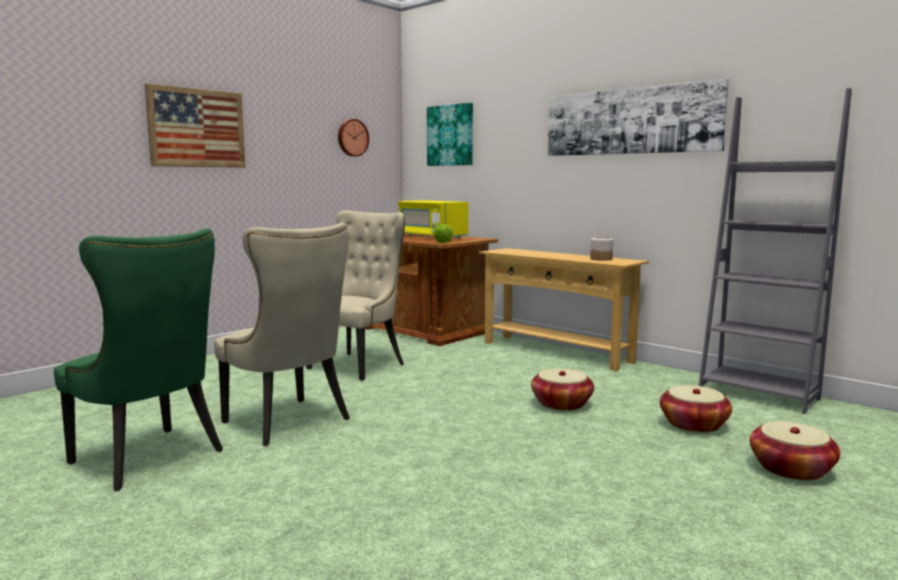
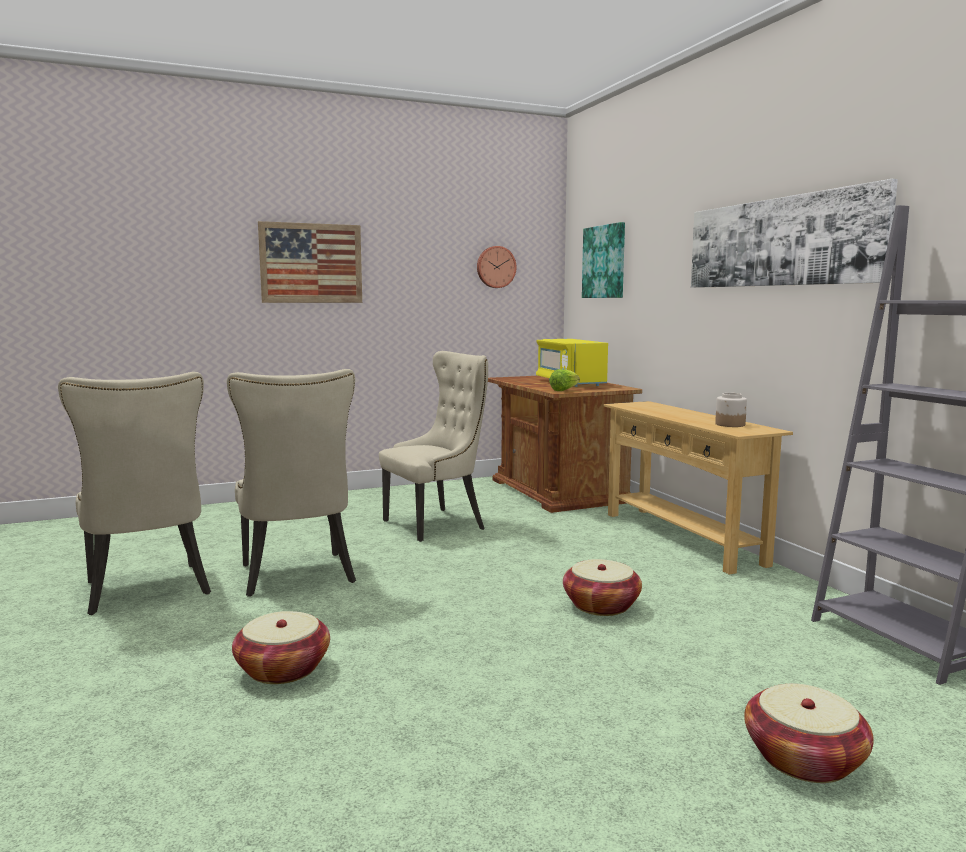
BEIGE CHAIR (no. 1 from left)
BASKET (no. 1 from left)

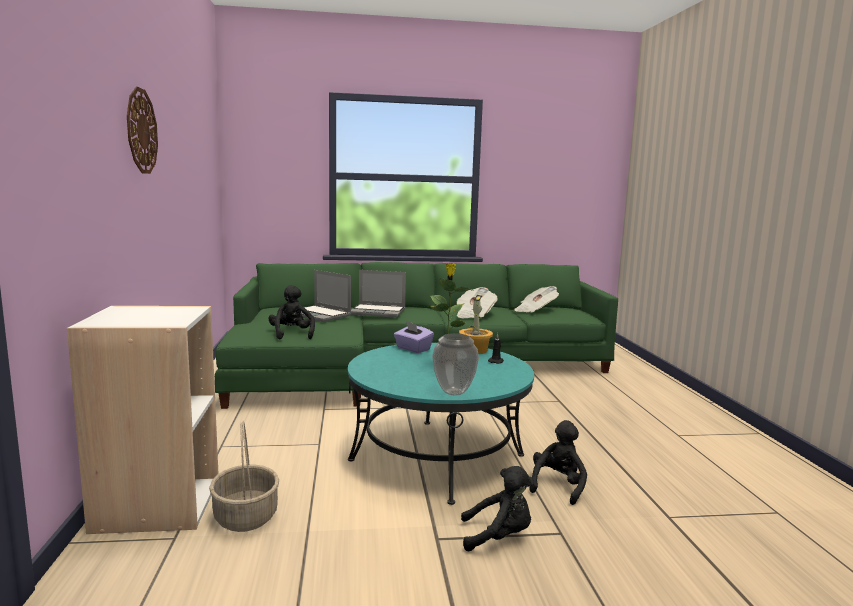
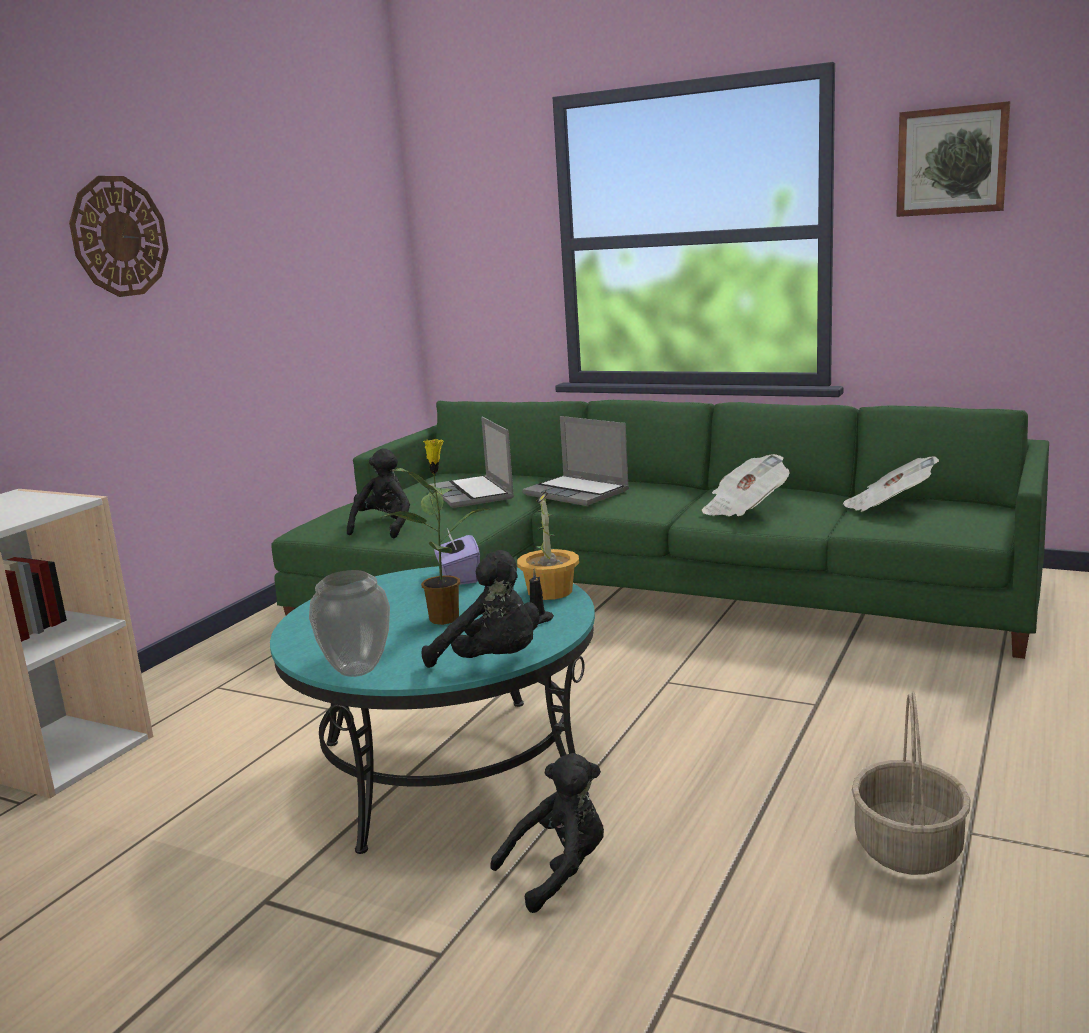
BLACK PLUSH TOY (no. 2 from left)
BASKET
PICTURE

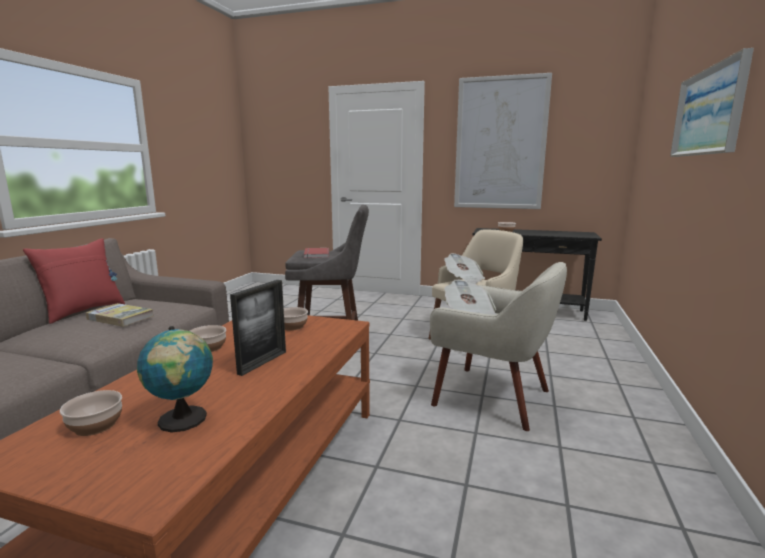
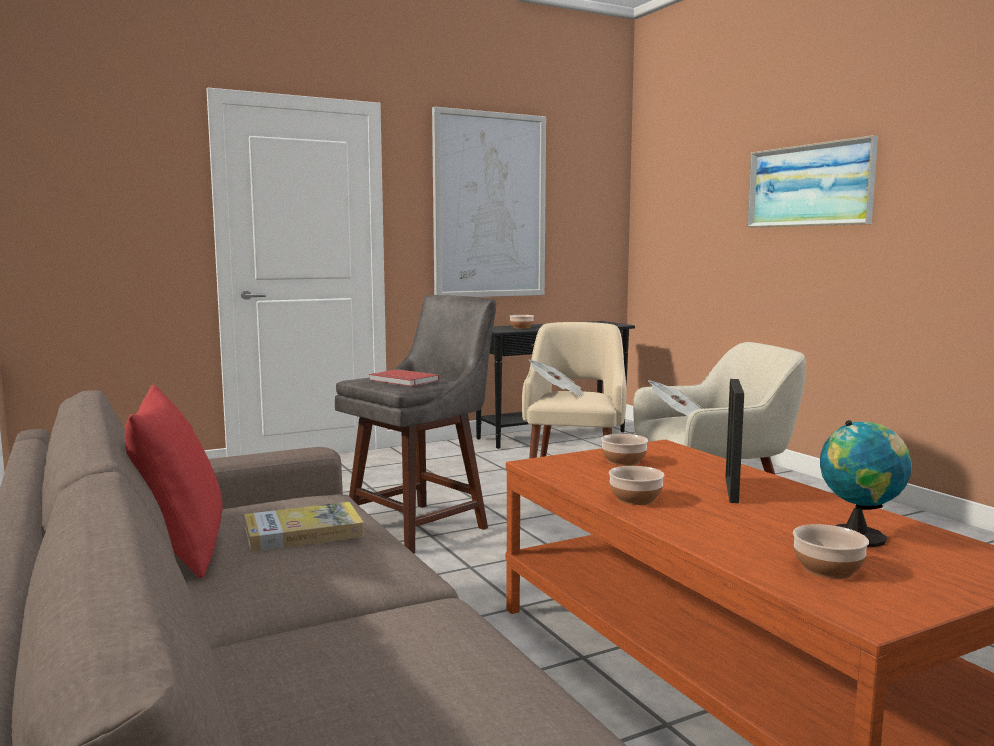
PICTURE FRAME

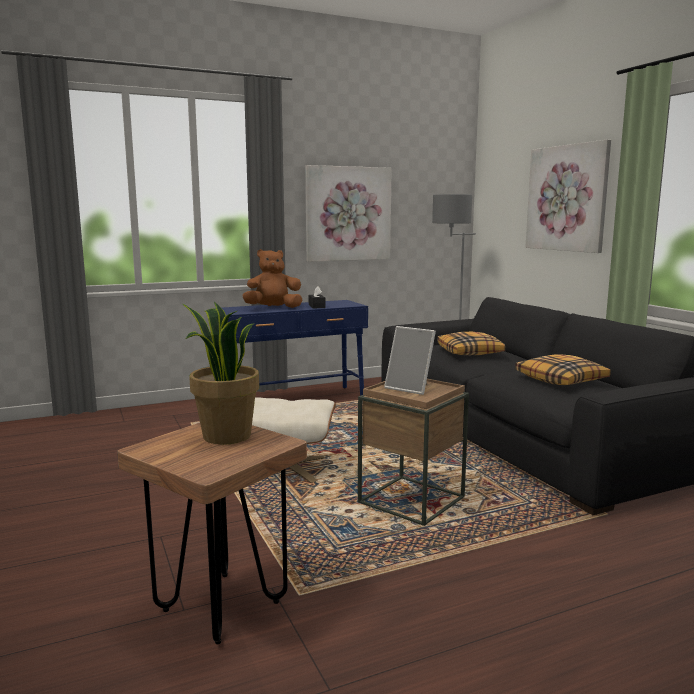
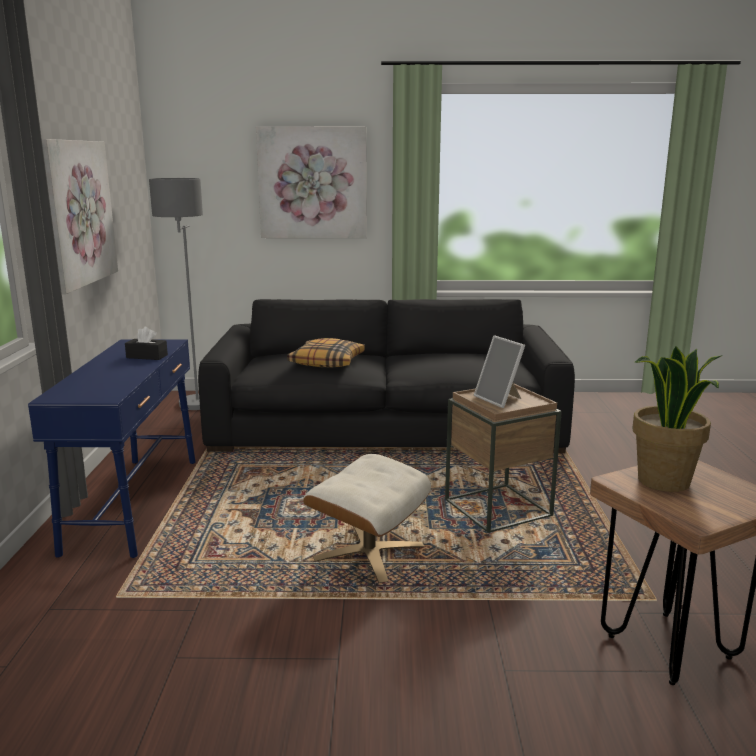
PICTURE FRAME
BROWN PLUSH TOY
PILLOW (no. 2 from left in the first image)

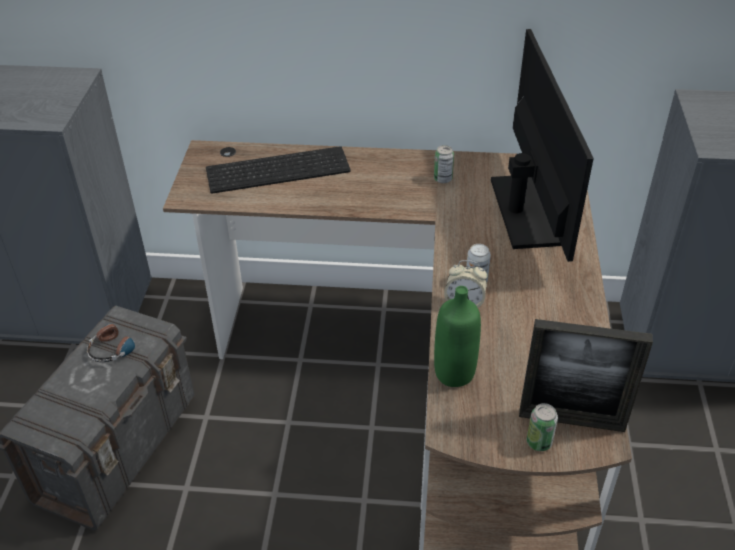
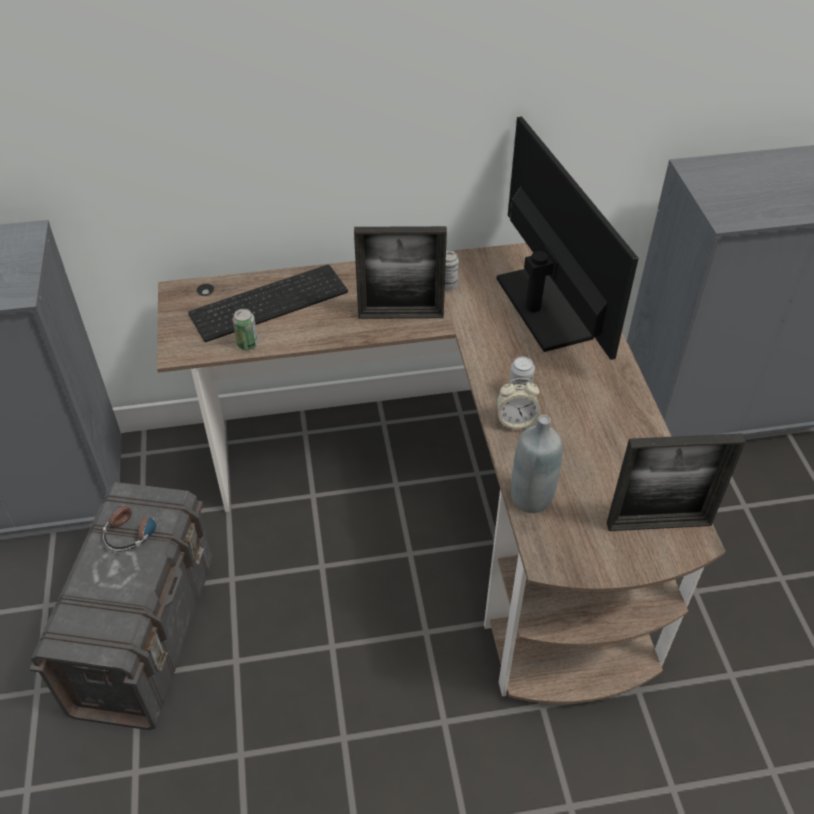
CAN (no. 1 from left)
PICTURE FRAME (no. 1 from left)
GREY BOTTLE

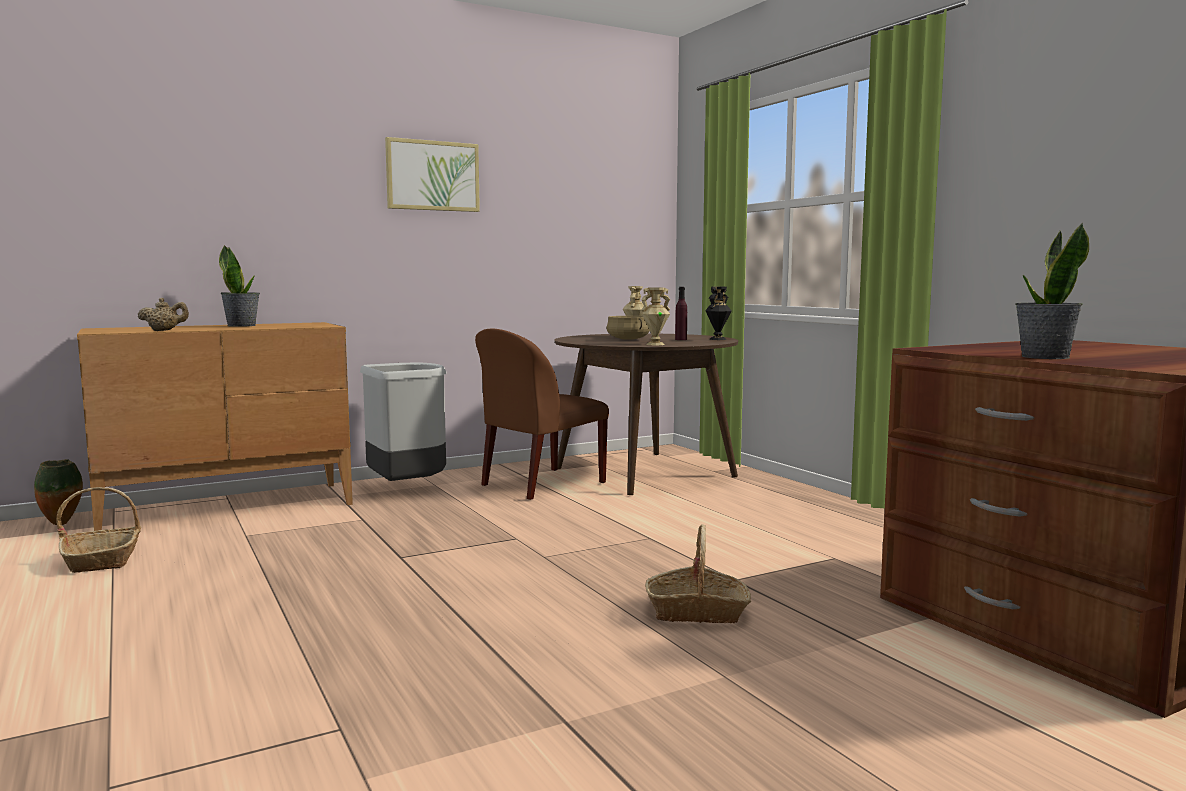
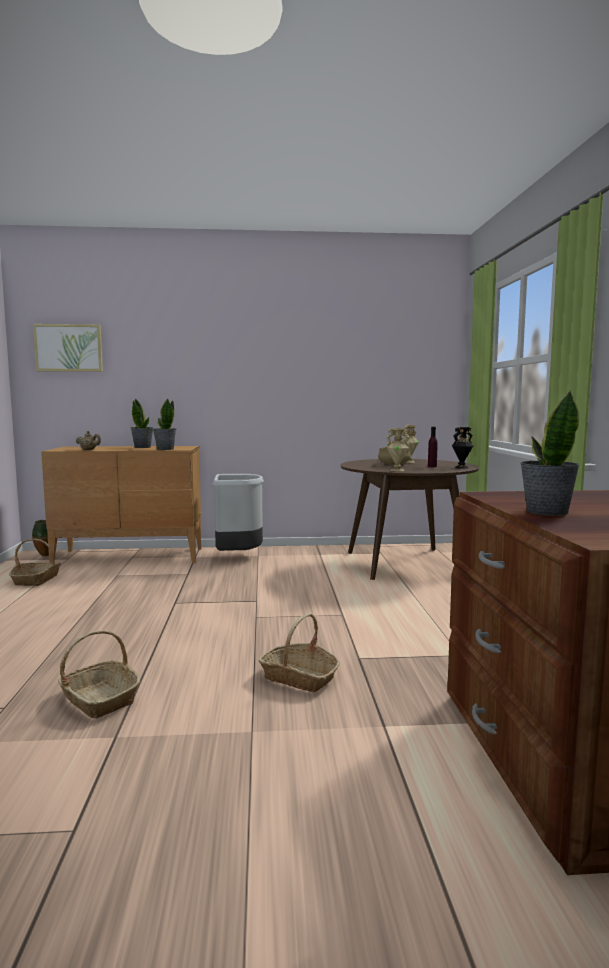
PICTURE
BASKET (no. 2 from left)
POTTED PLANT (no. 2 from left)
BROWN CHAIR

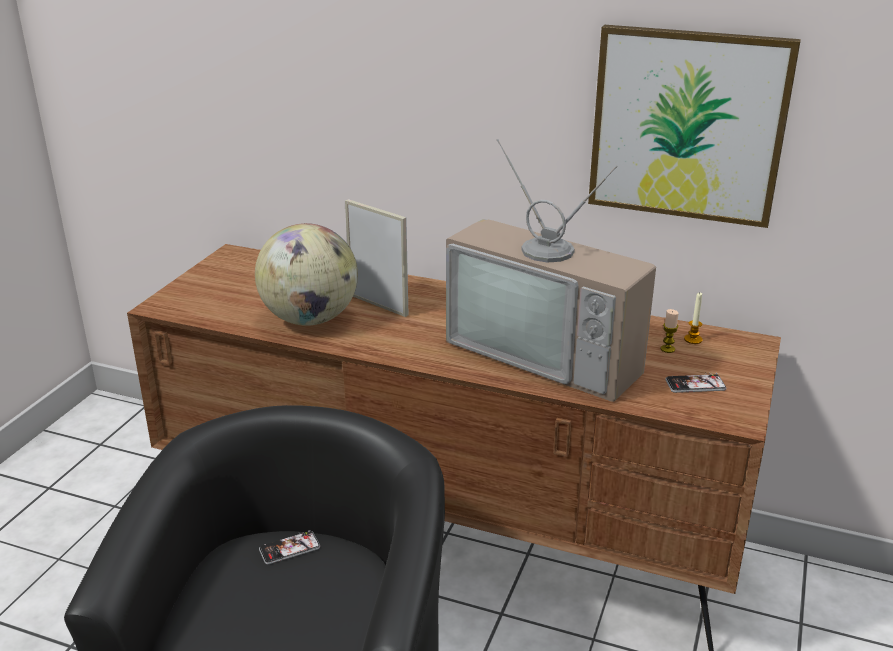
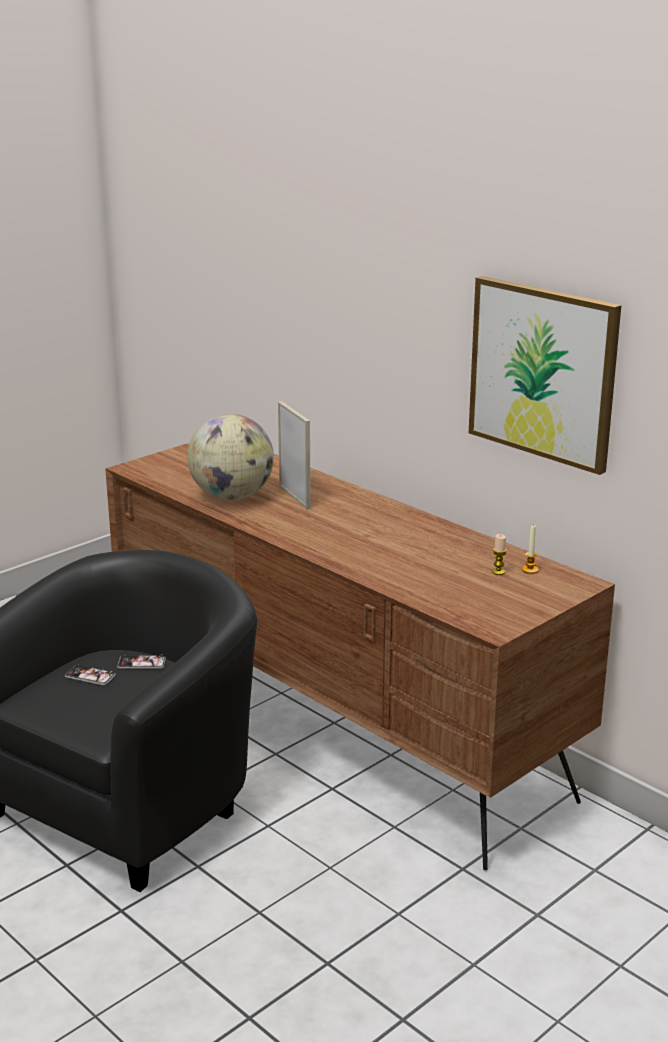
PHONE (no. 1 from left)
TELEVISION

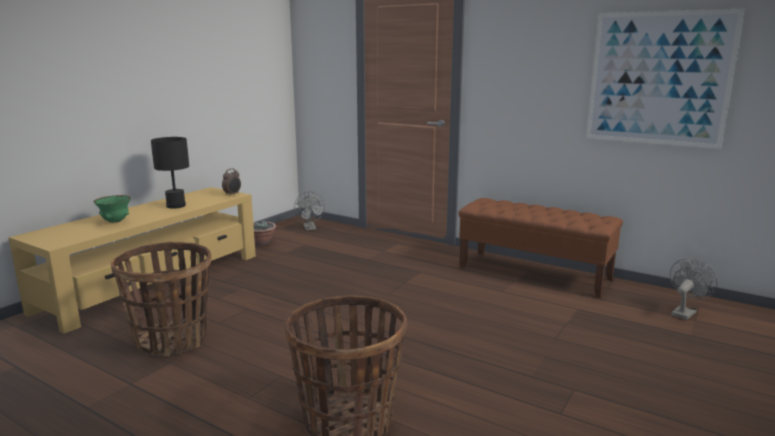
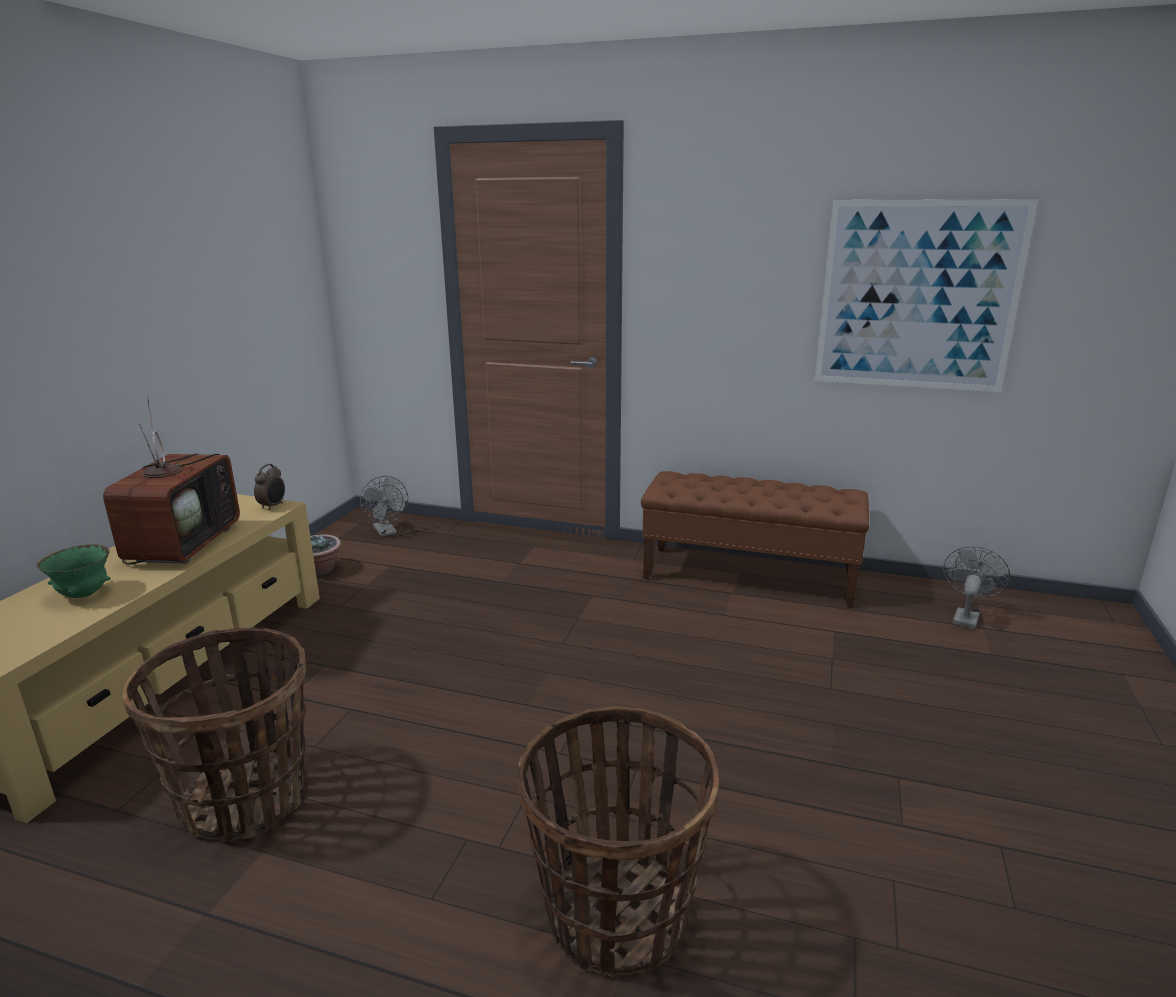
TELEVISION

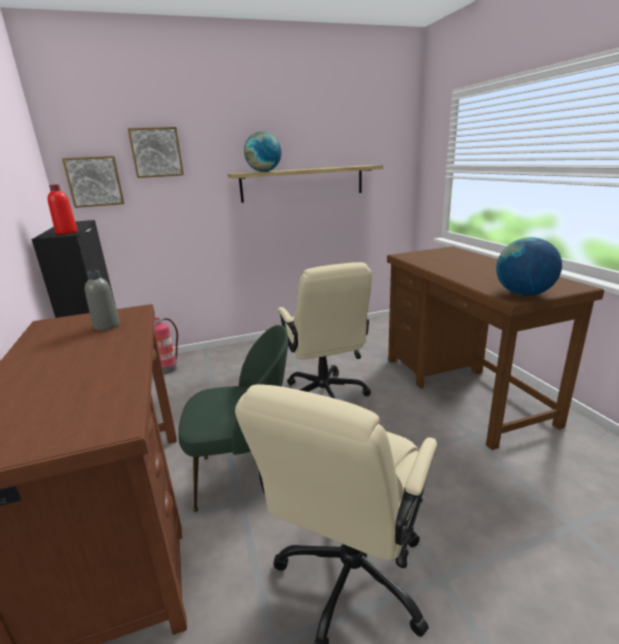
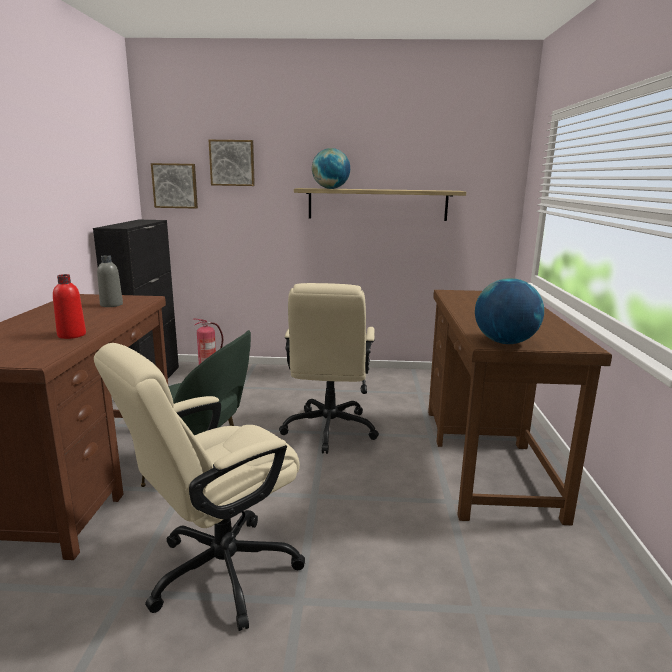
RED BOTTLE

